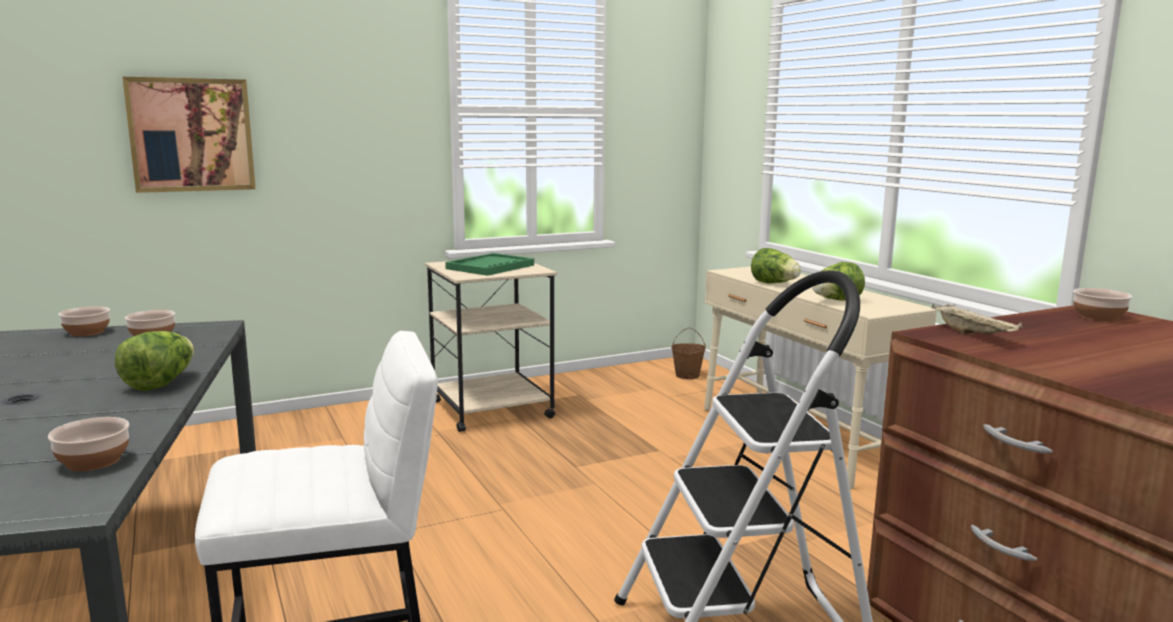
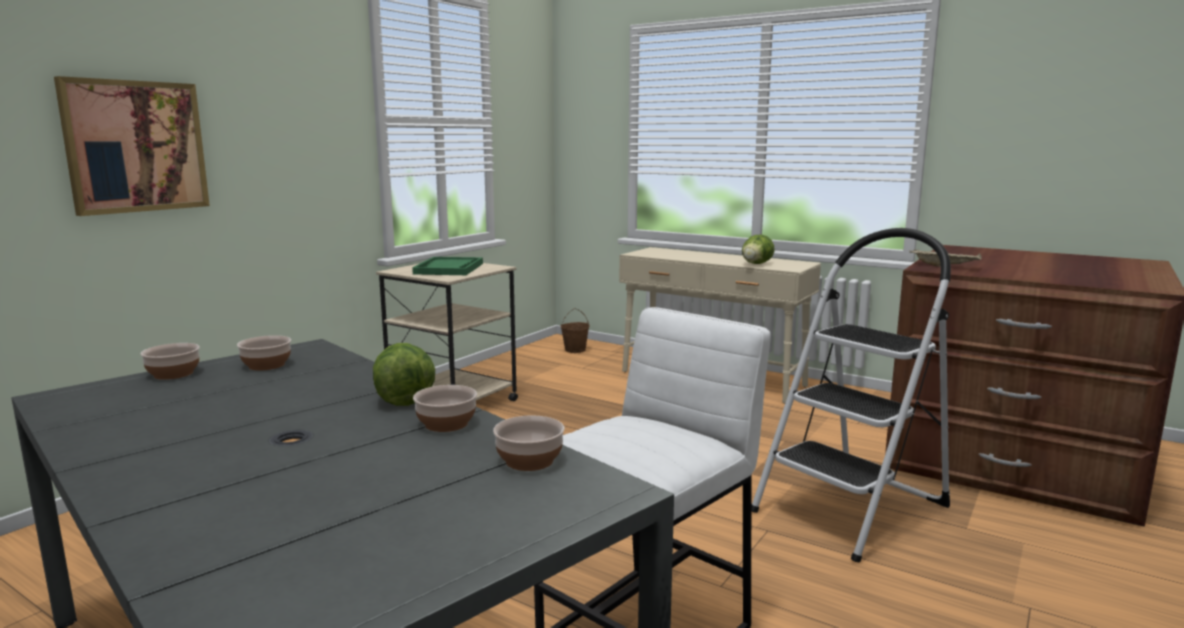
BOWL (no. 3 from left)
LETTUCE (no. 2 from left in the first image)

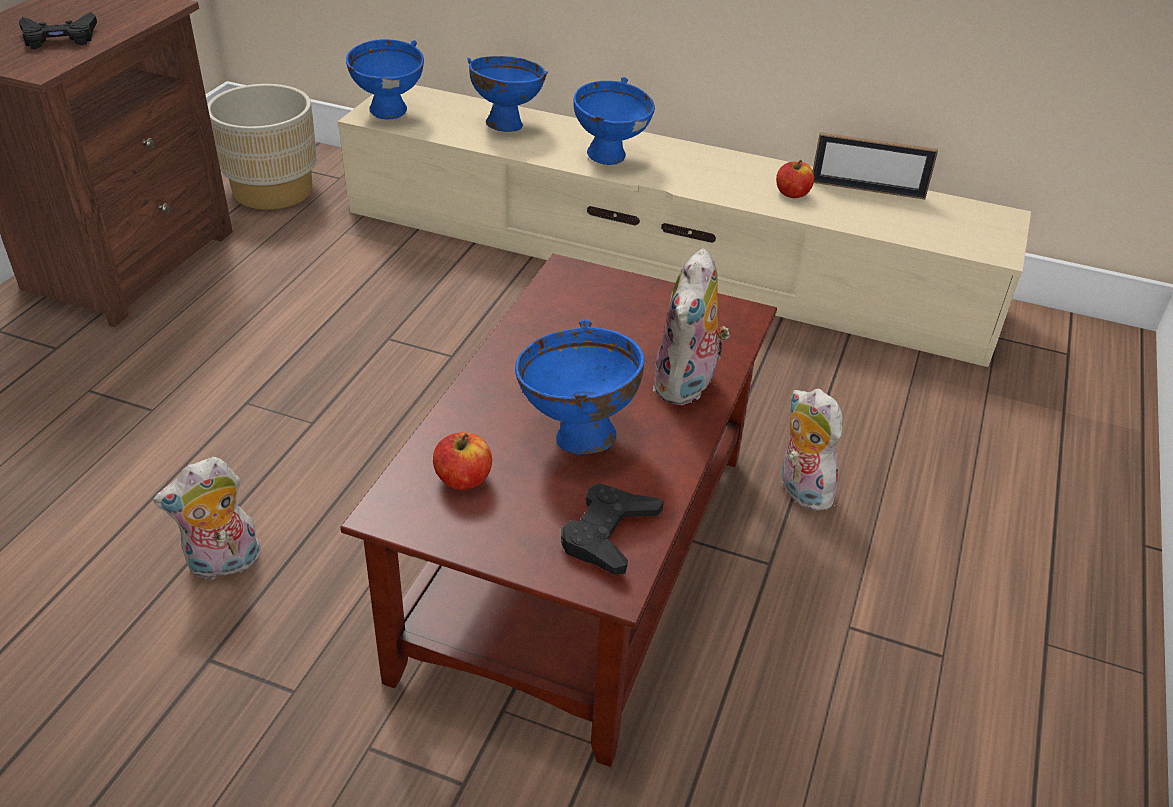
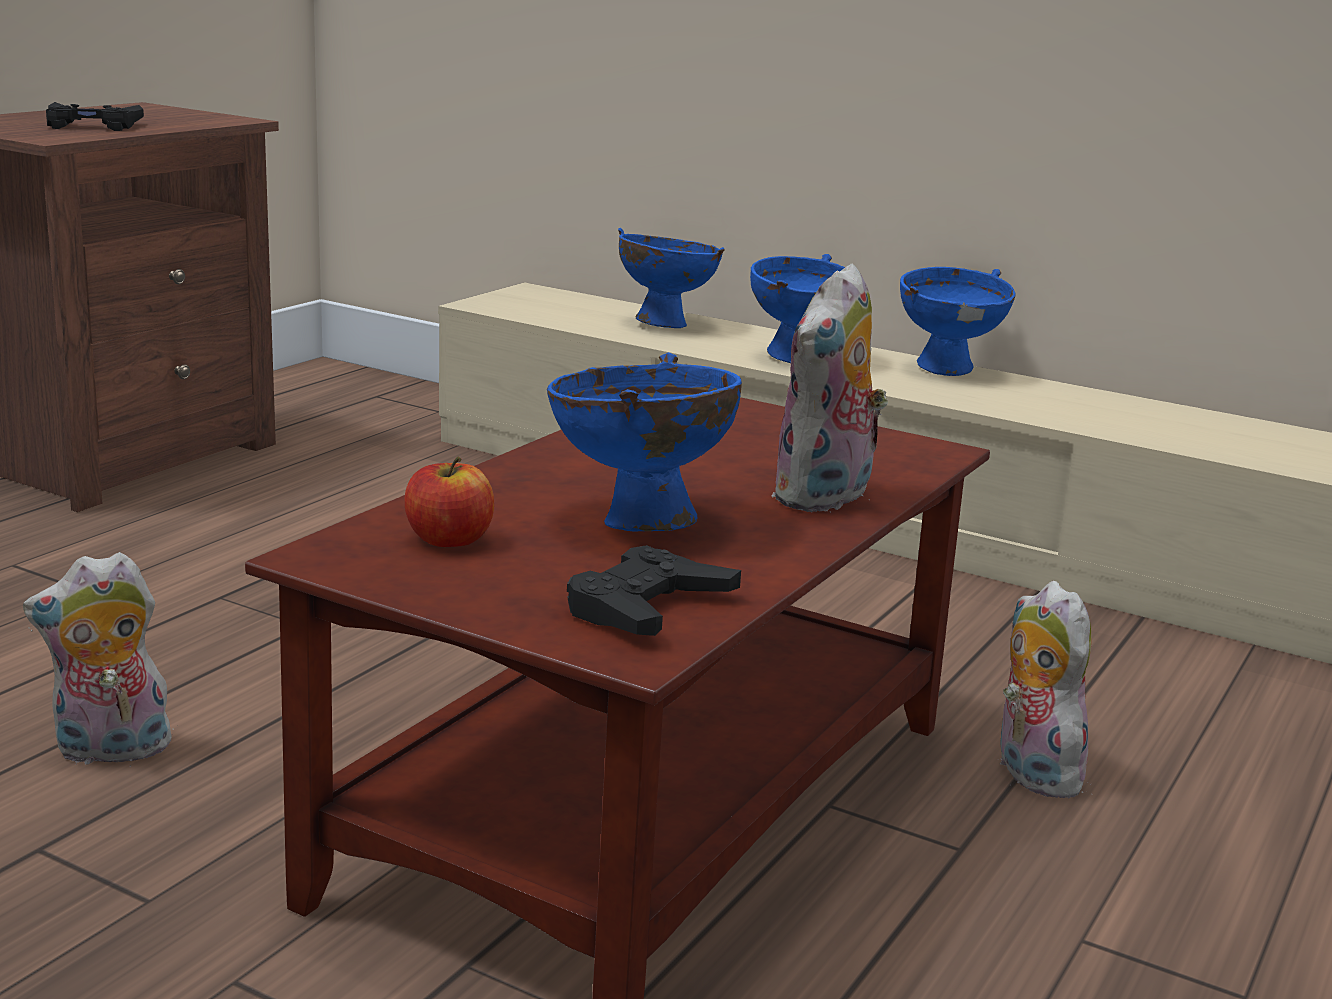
BLUE BOWL (no. 4 from left)
BEIGE PLANTER
APPLE (no. 2 from left in the first image)
PICTURE FRAME

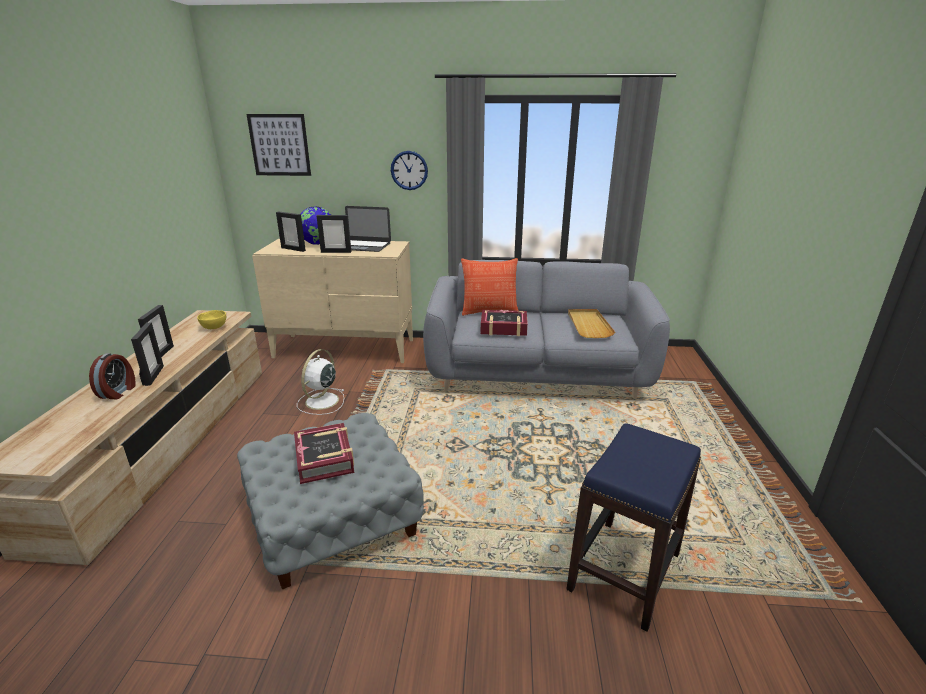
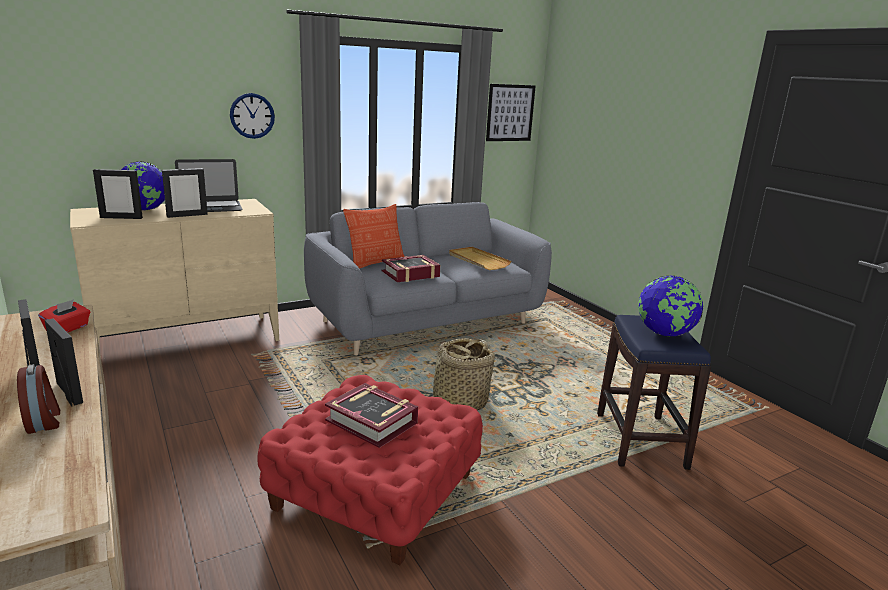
RED TISSUE BOX
RED OTTOMAN
BASKET
PICTURE
GLOBE (no. 2 from left)
WHITE FAN

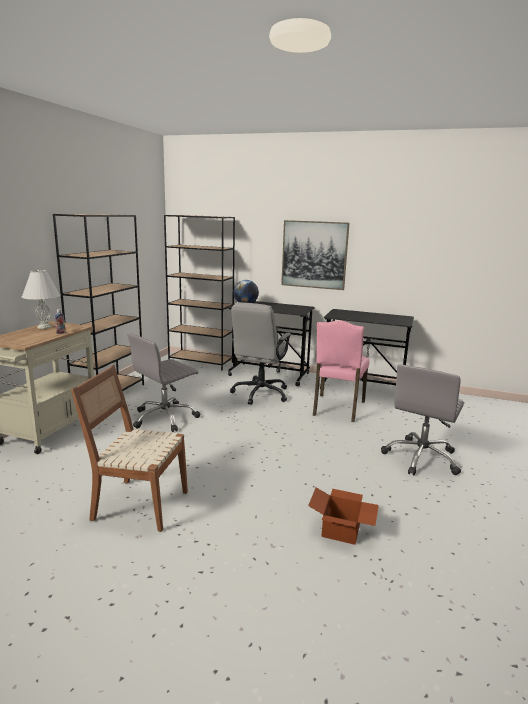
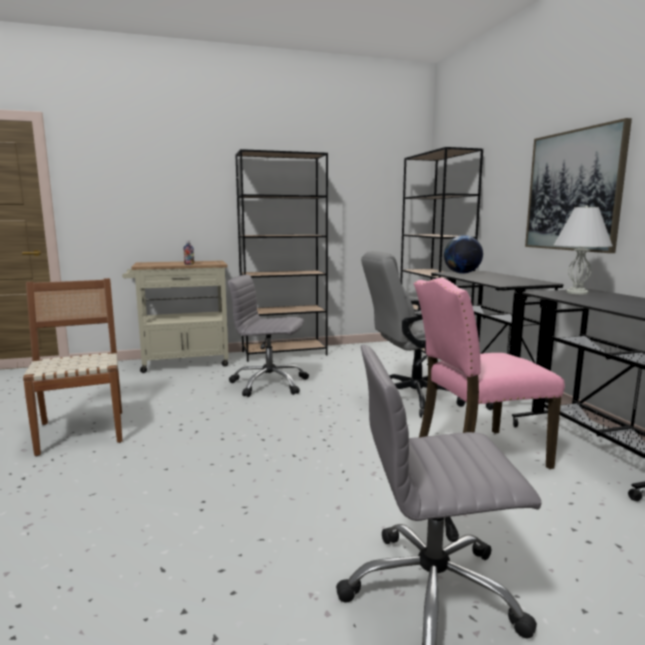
WHITE TABLE LAMP
CARDBOARD BOX

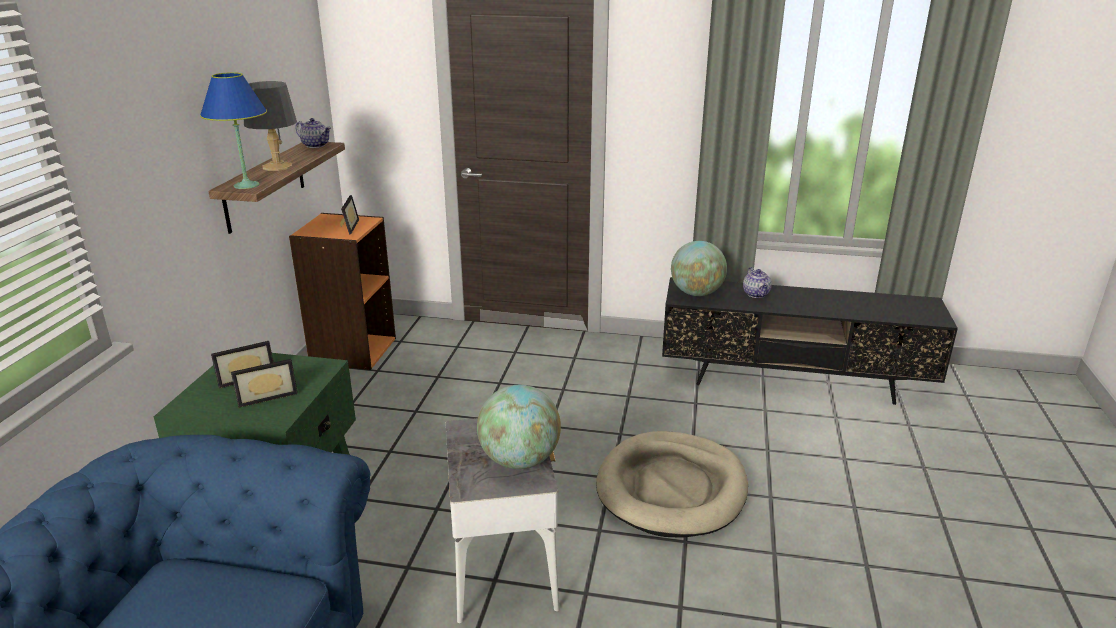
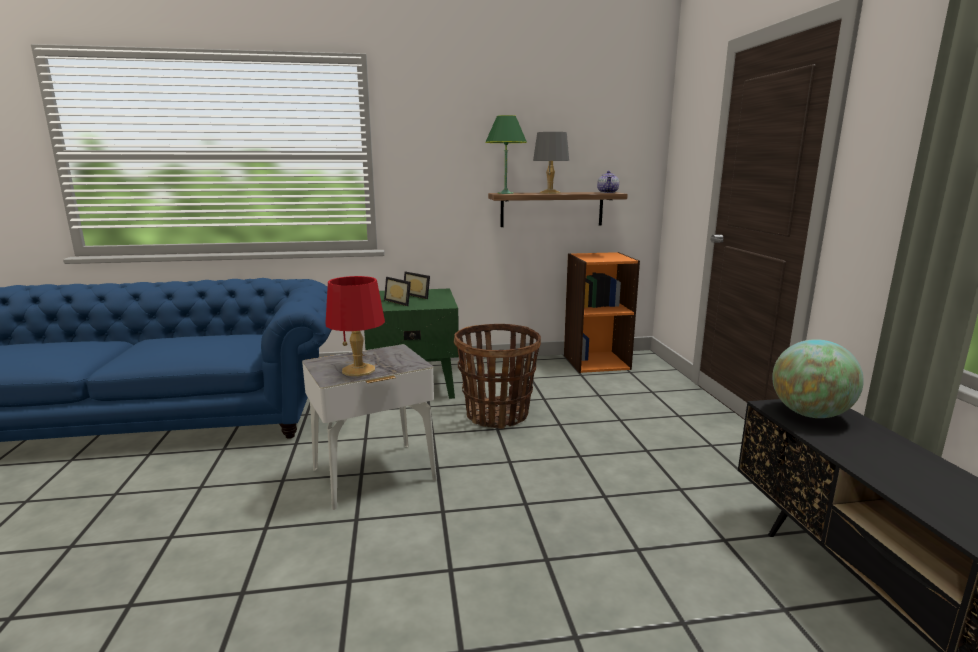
RED TABLE LAMP
BASKET
GREEN TABLE LAMP
PICTURE FRAME (no. 3 from left in the first image)
BEIGE DOG BED
TEAPOT (no. 2 from left in the first image)

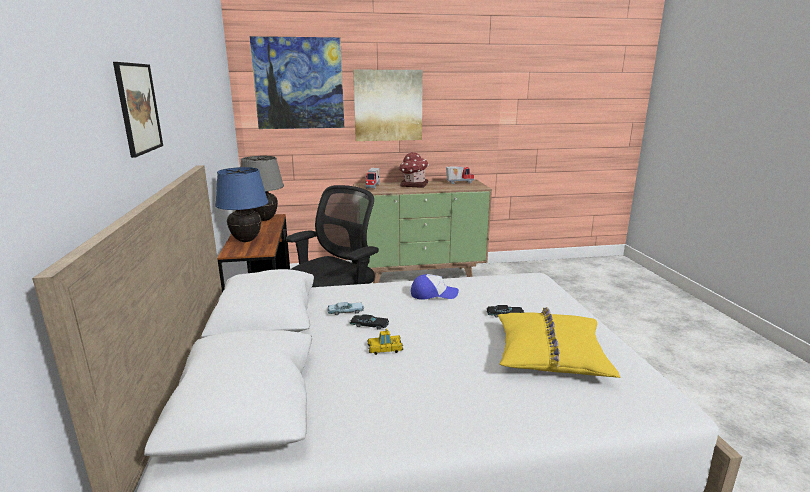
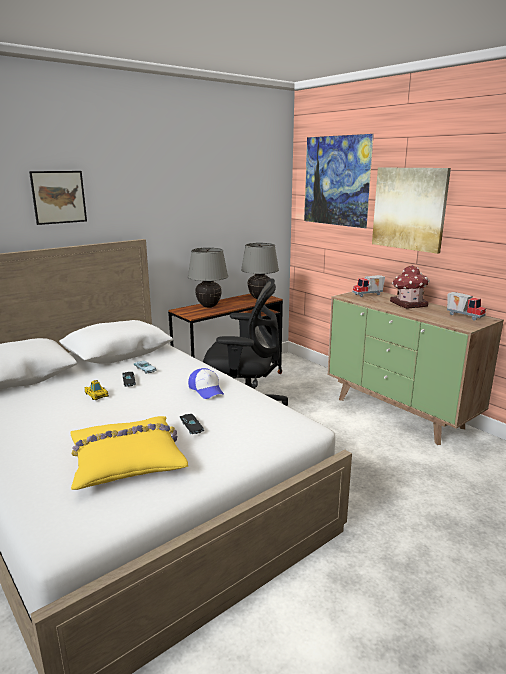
GREY TABLE LAMP (no. 1 from left)

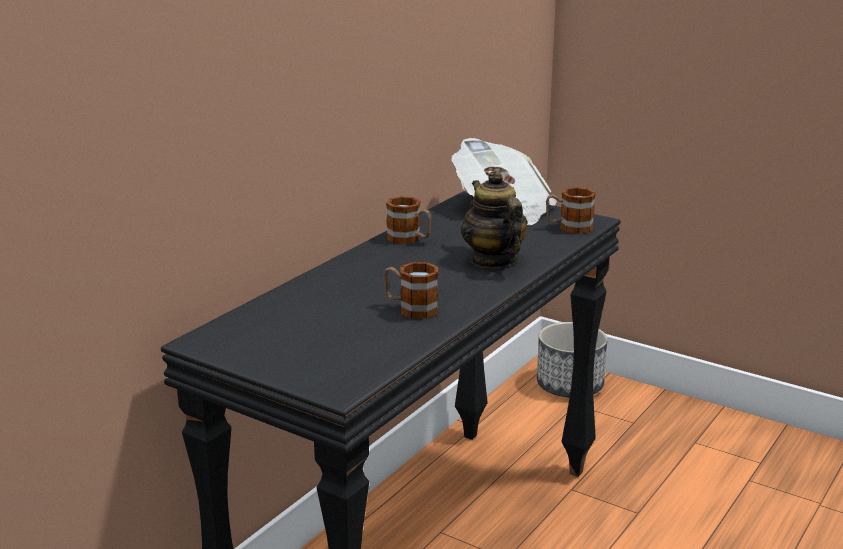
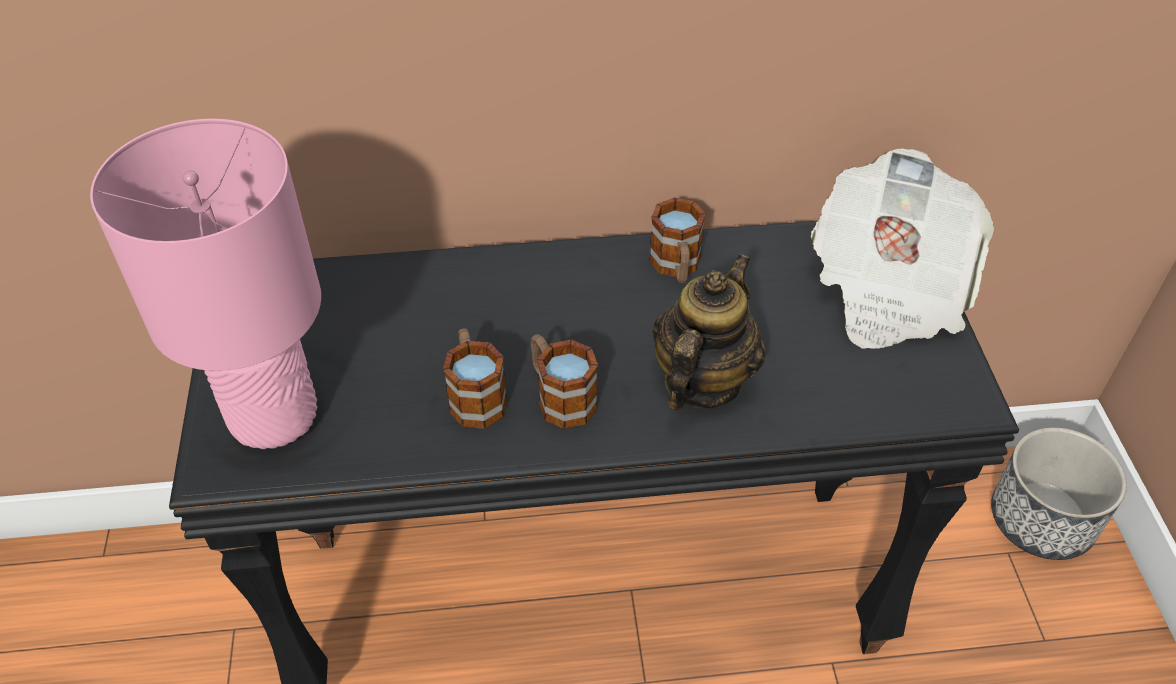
PINK TABLE LAMP
MUG (no. 2 from left)

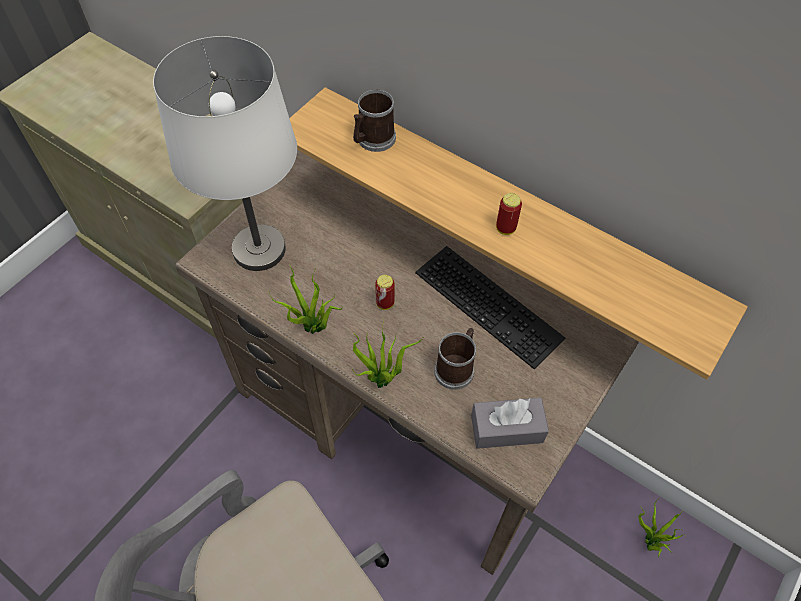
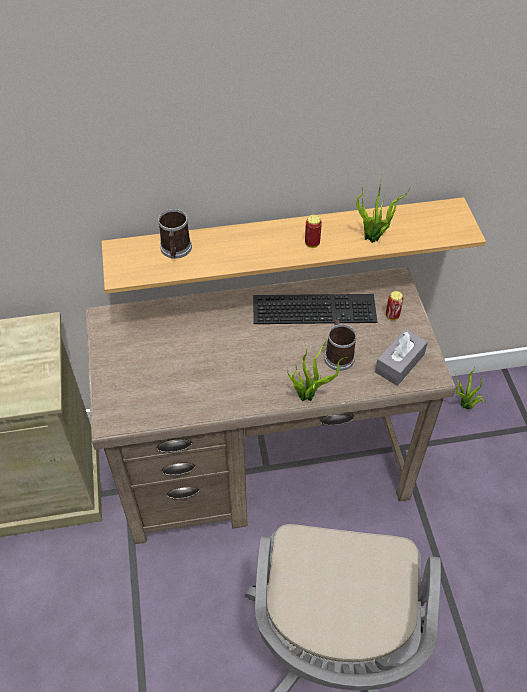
POTTED PLANT (no. 2 from left)
CAN (no. 2 from left)
WHITE TABLE LAMP

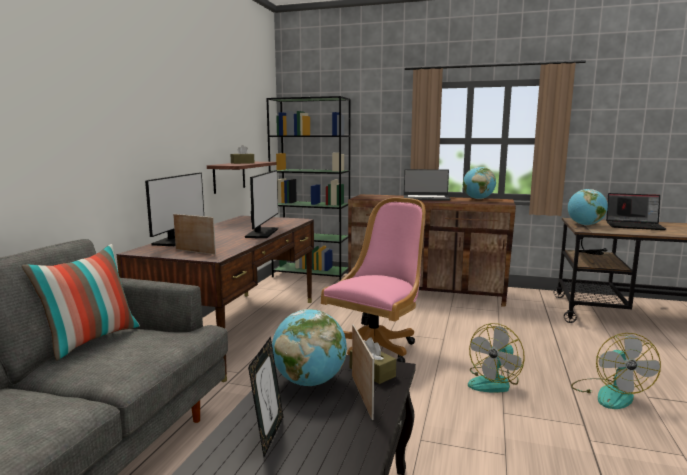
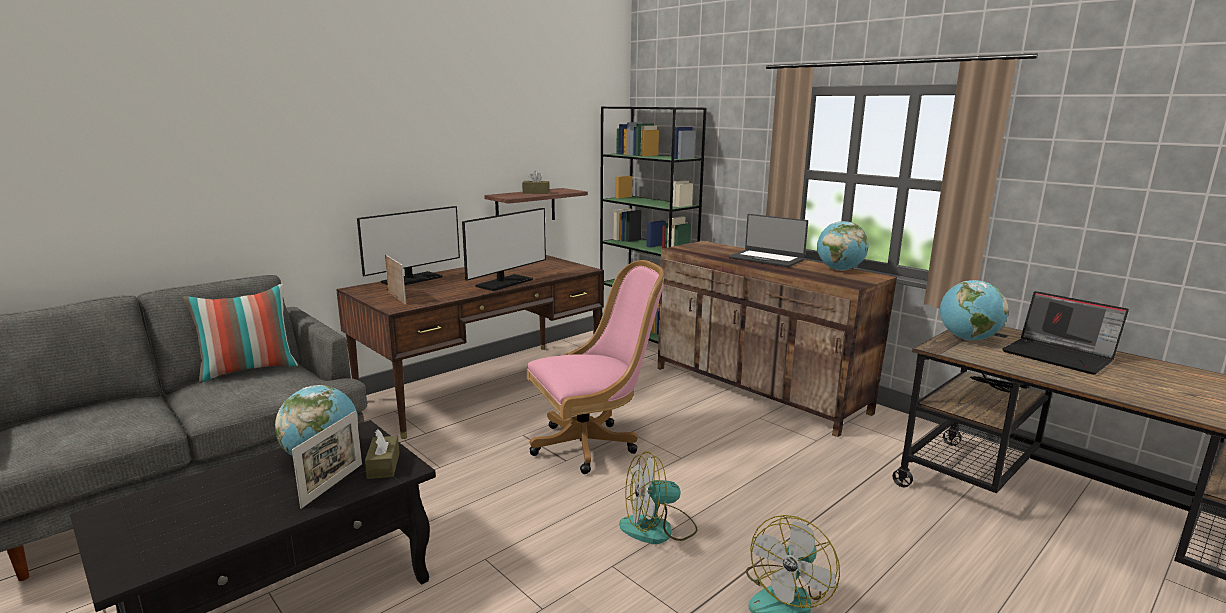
PICTURE FRAME (no. 2 from left in the first image)

